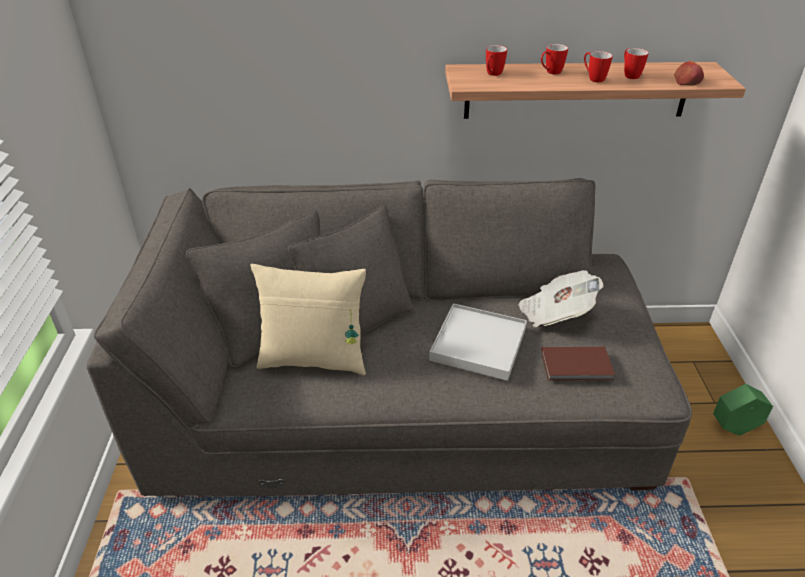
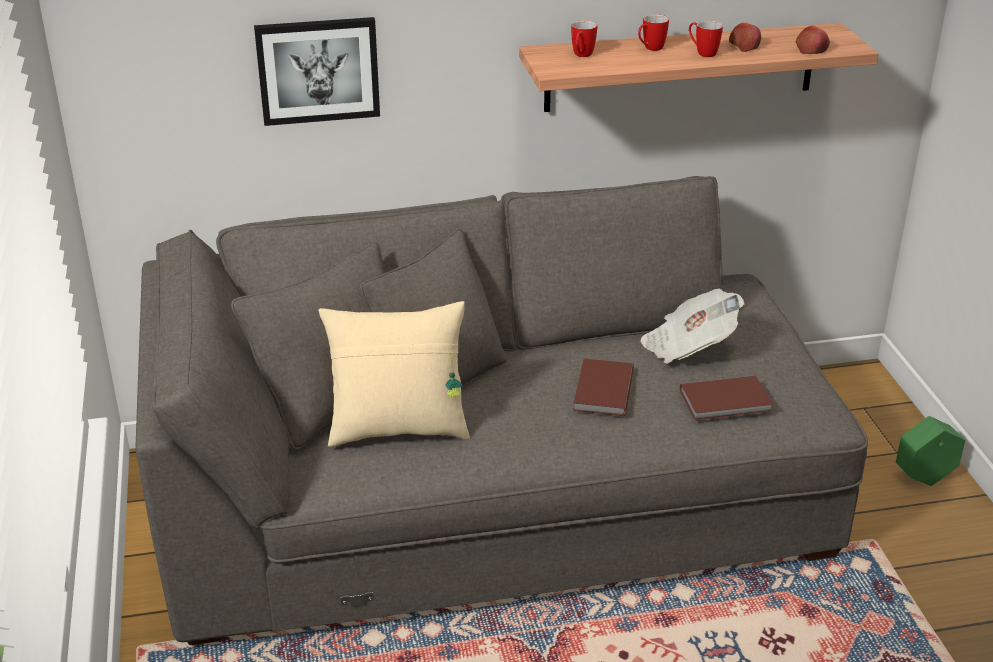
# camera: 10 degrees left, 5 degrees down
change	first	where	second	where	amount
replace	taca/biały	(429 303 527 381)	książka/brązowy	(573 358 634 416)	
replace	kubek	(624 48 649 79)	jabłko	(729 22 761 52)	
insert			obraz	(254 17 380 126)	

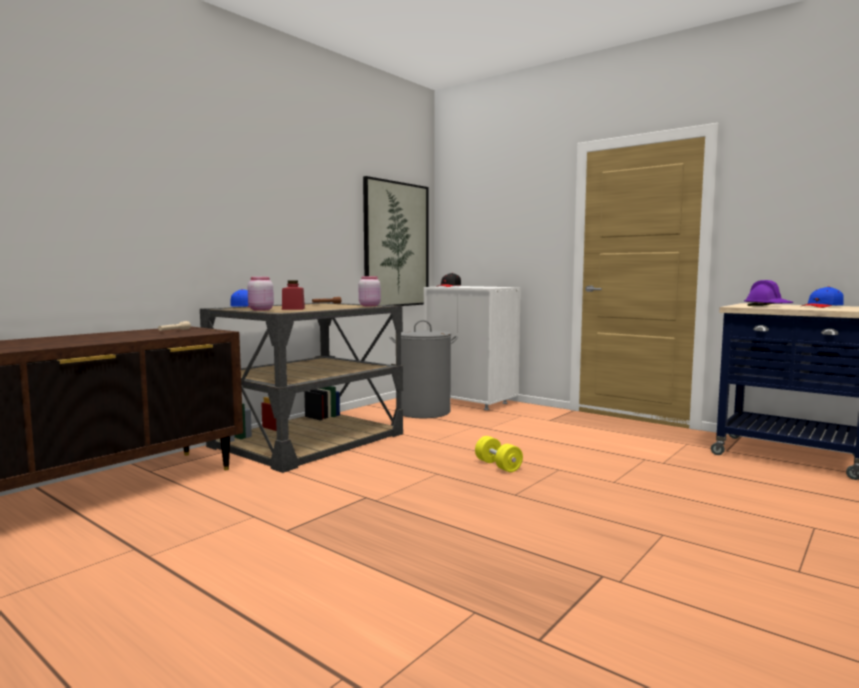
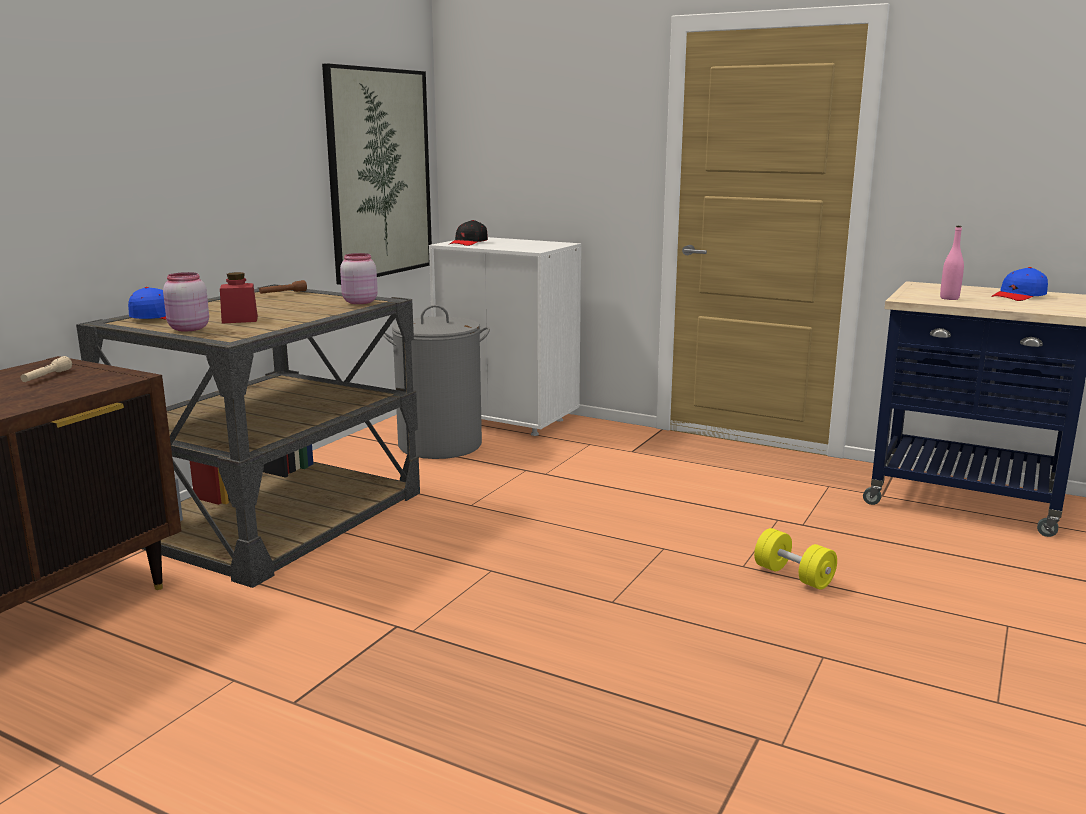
# camera: 10 degrees left, 10 degrees up
change	first	where	second	where	amount
move	hantel/żółty	(475 436 523 472)		(754 528 837 590)	
replace	kask/fioletowy	(744 280 793 306)	butelka/różowy	(940 226 964 300)	

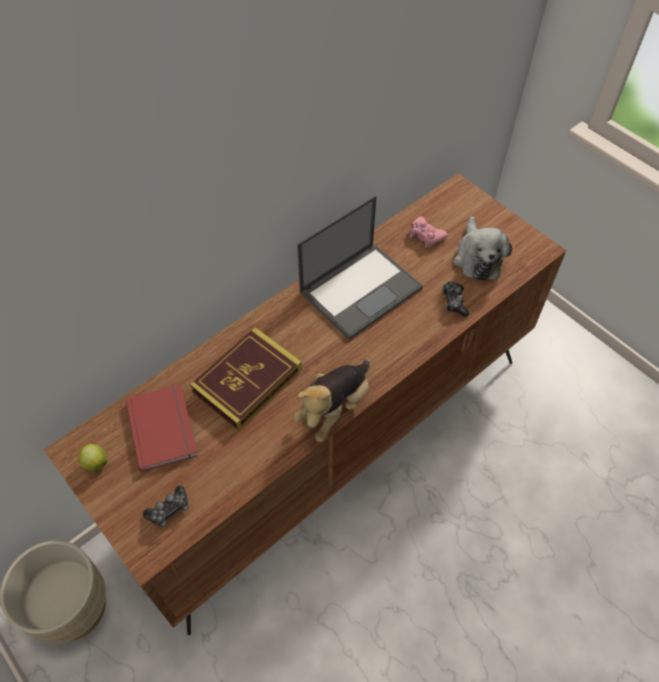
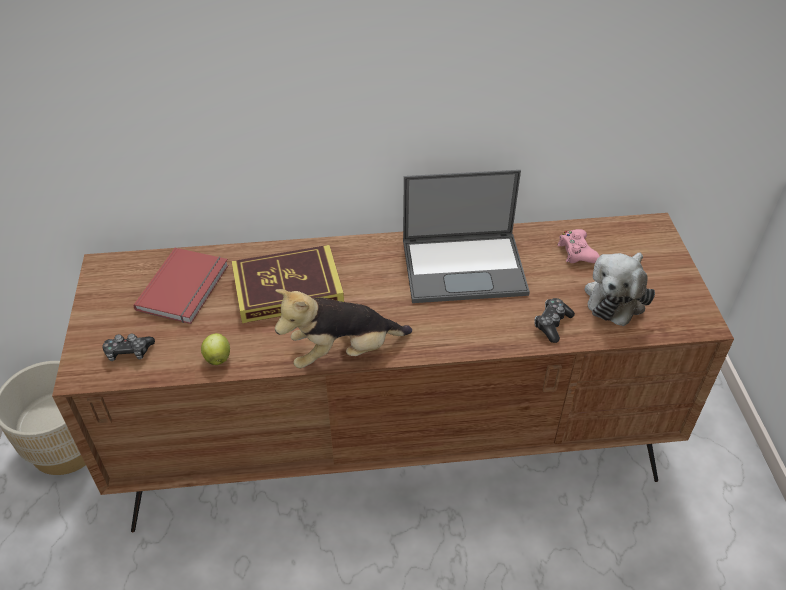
# camera: 35 degrees right, 10 degrees down
change	first	where	second	where	amount
move	jabłko	(79 444 107 472)		(201 333 230 365)	

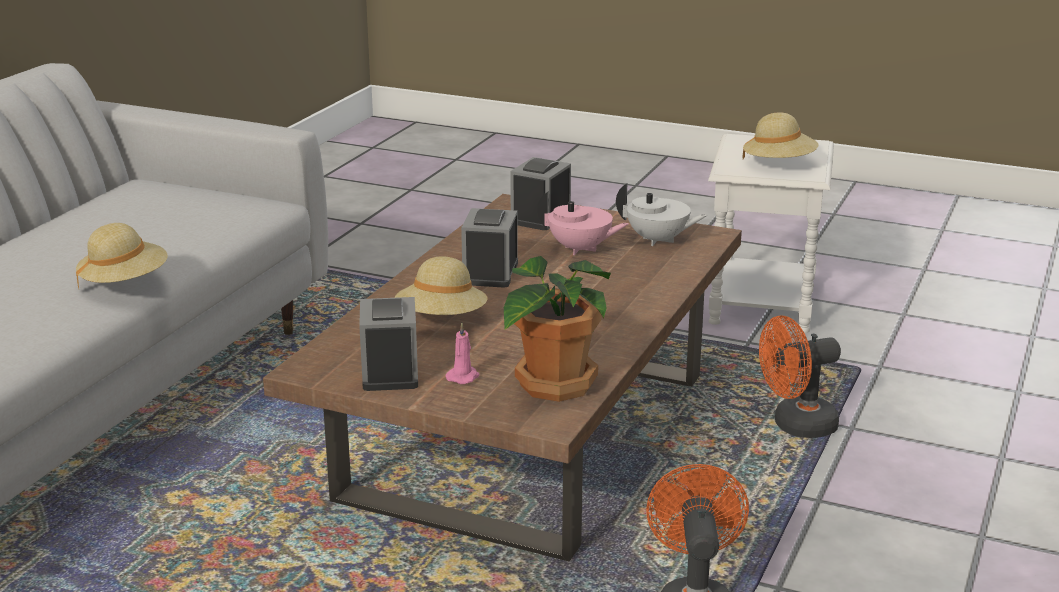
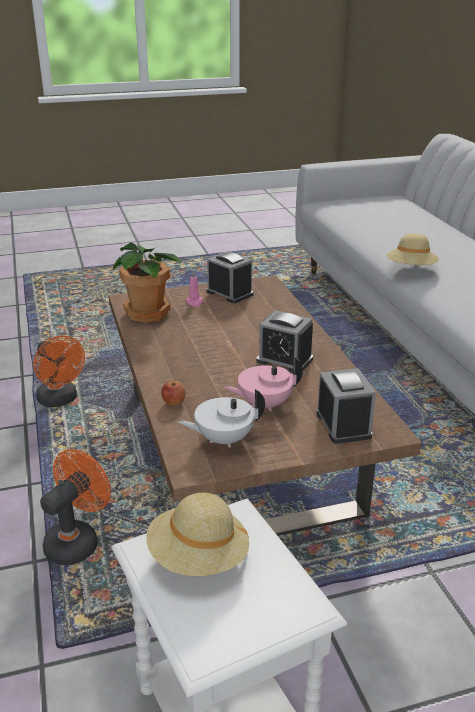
# camera: 140 degrees right, 5 degrees up
change	first	where	second	where	amount
delete	kapelusz/beżowy	(395 256 487 315)			
rotate	budzik	(461 208 518 288)		(256 310 313 372)	150 degrees clockwise
insert			jabłko	(161 381 185 406)	

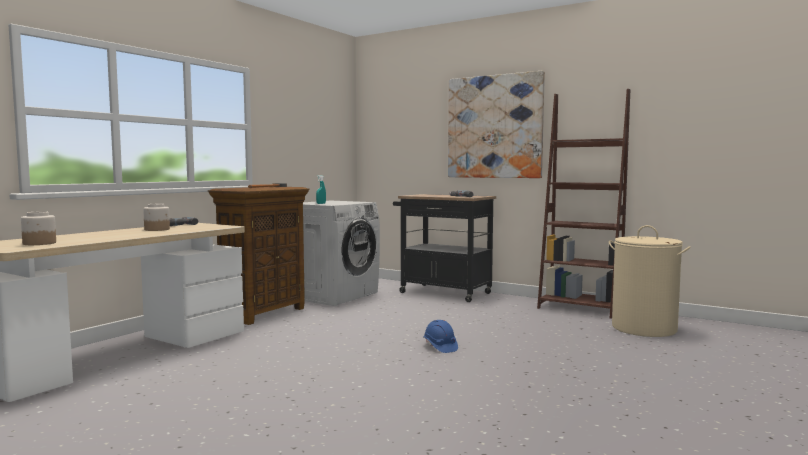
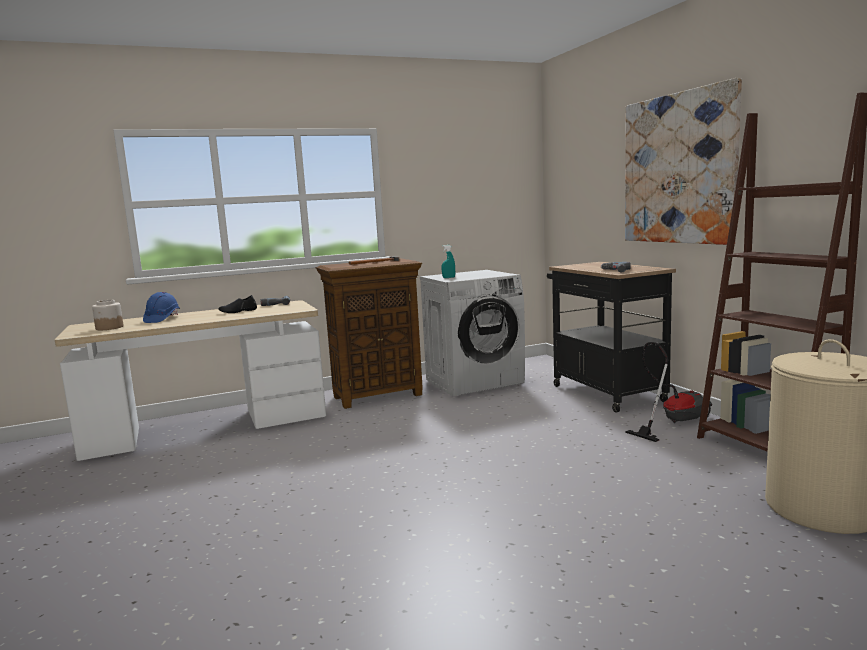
# camera: 35 degrees right, 5 degrees up
change	first	where	second	where	amount
replace	słoik	(143 204 170 231)	but/czarny	(218 295 257 313)	
move	kask/niebieski	(423 320 458 353)		(143 292 180 323)	
insert			odkurzacz	(625 342 712 442)	

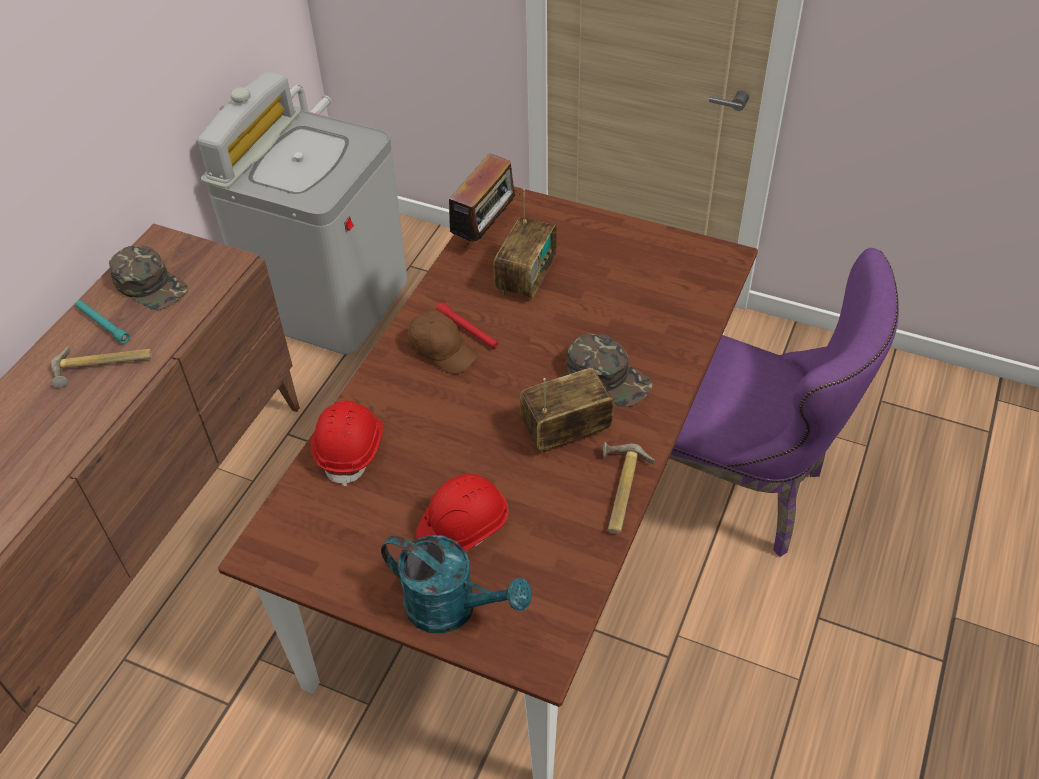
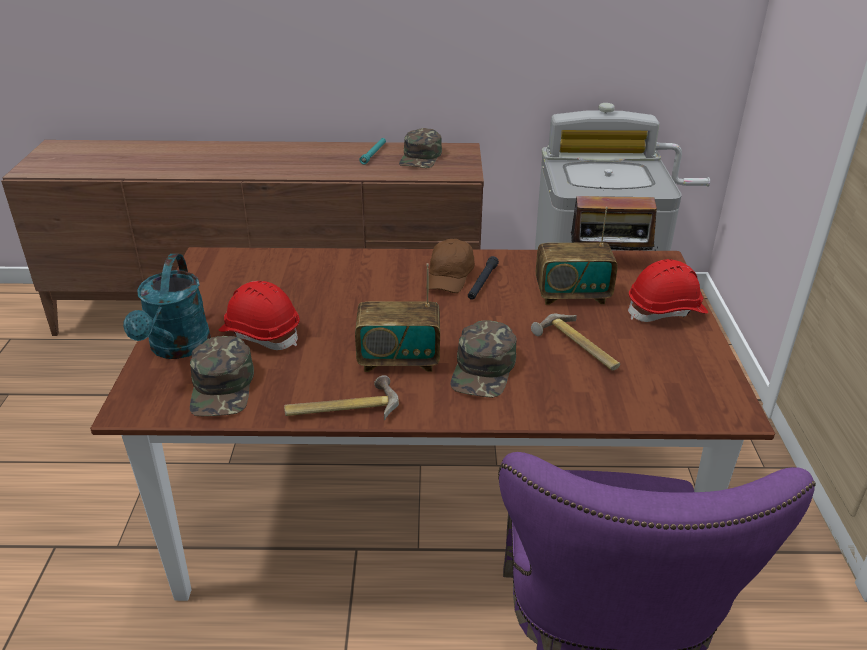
# camera: 65 degrees right, 15 degrees down
change	first	where	second	where	amount
move	młotek	(51 346 152 388)		(531 313 620 371)	
move	kask/czerwony	(311 401 383 486)		(628 259 708 322)	
recolor	latarka/czerwony	(436 302 498 349)	latarka/czarny	(468 256 499 300)	
rotate	radio	(520 368 614 453)		(355 264 440 372)	135 degrees clockwise
insert			czapka z daszkiem/zielony	(190 336 254 416)	

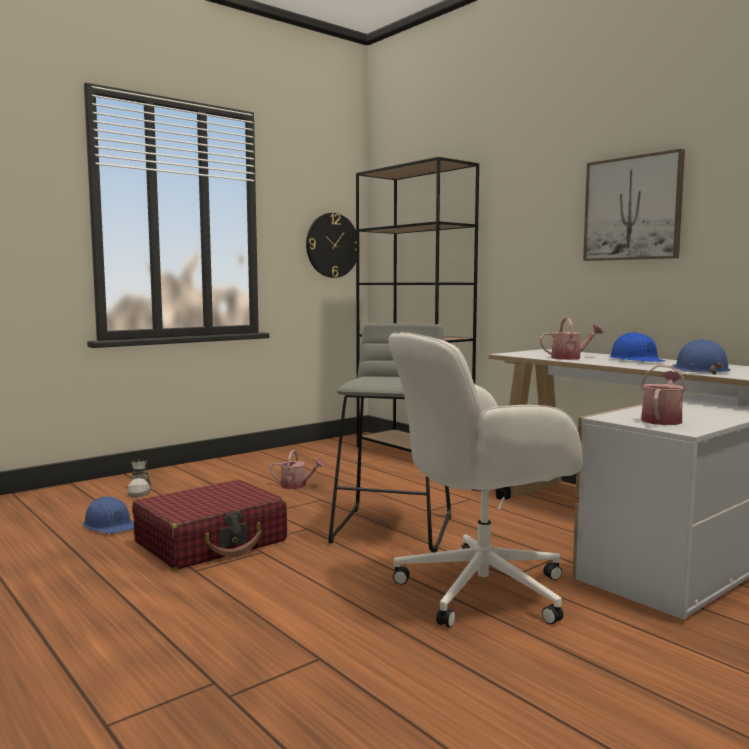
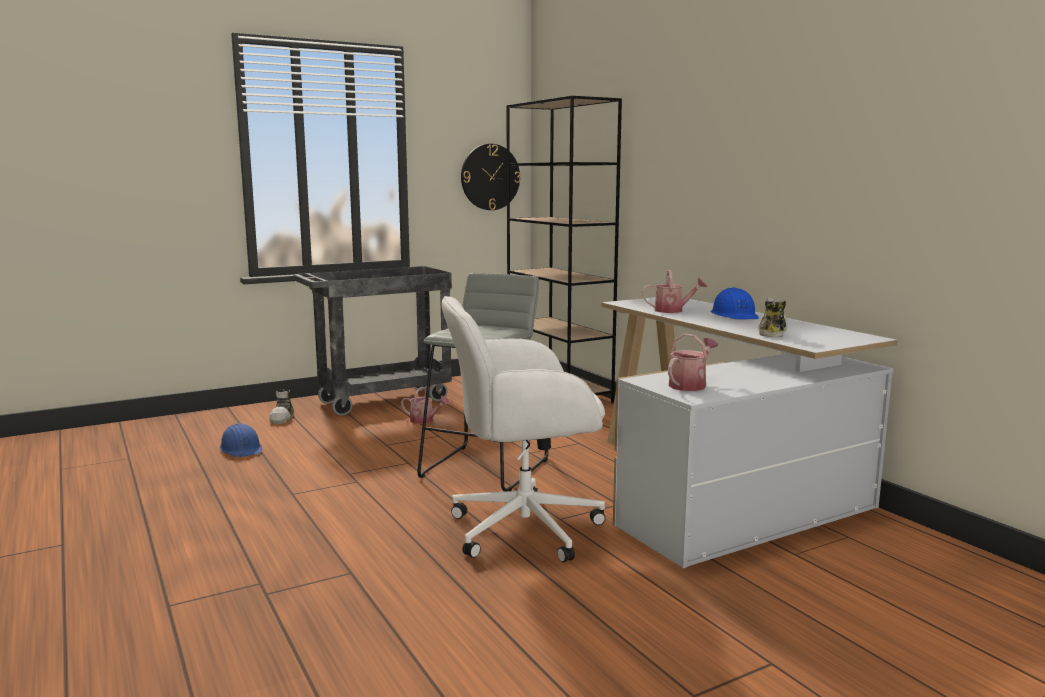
# camera: 10 degrees right, 5 degrees up
change	first	where	second	where	amount
delete	walizka/czerwony	(132 479 287 570)			
delete	obraz	(583 149 685 261)			
replace	kask/niebieski	(672 339 731 375)	but	(758 298 788 337)	
insert			wózek/szary	(294 266 452 416)	

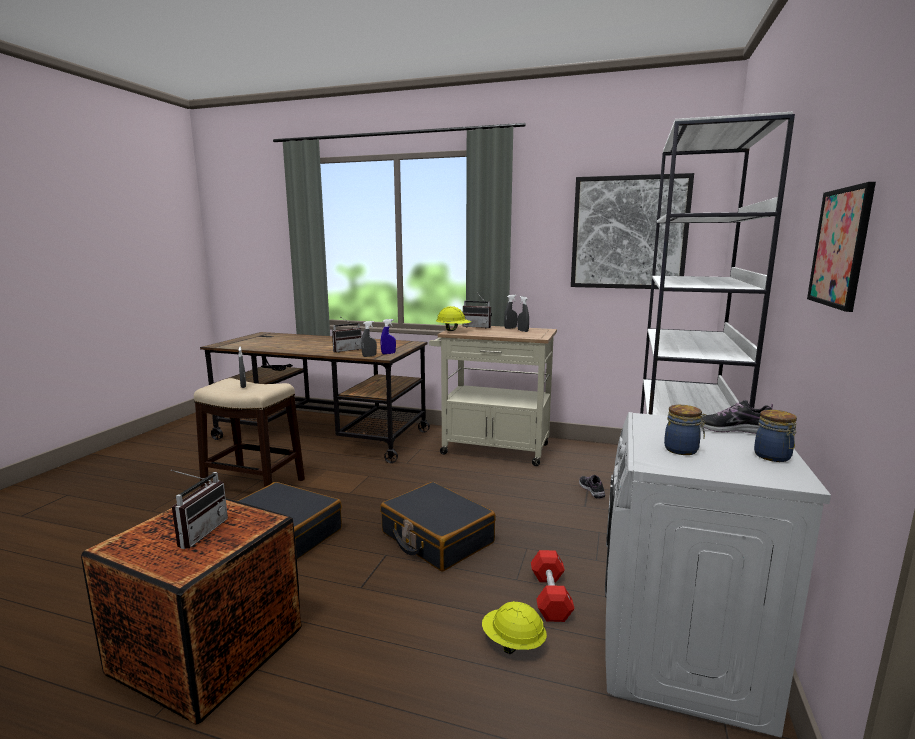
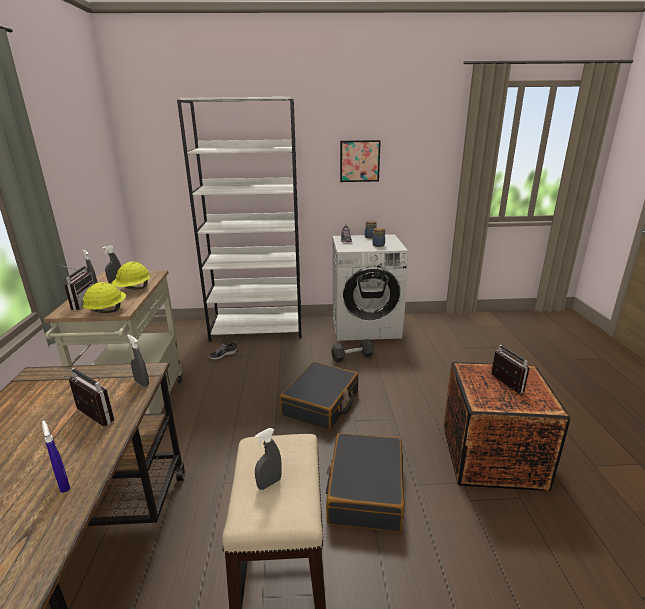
# camera: 110 degrees left, 10 degrees up
change	first	where	second	where	amount
rotate	radio	(171 470 228 549)		(491 345 530 393)	75 degrees clockwise
move	spryskiwacz/niebieski	(380 319 396 354)		(42 421 70 493)	
move	kask/żółty	(482 601 547 654)		(112 261 151 290)	
recolor	hantel/czerwony	(531 550 575 622)	hantel/czarny	(331 339 374 362)	
delete	obraz	(571 173 694 289)			

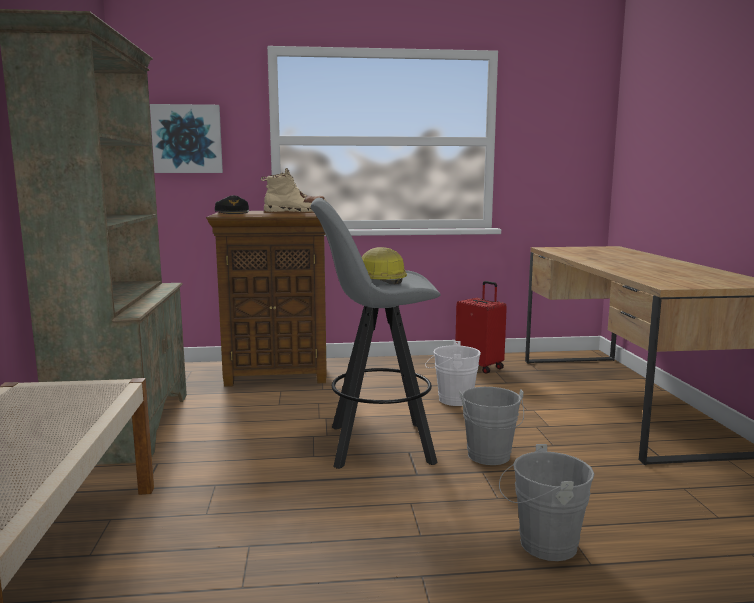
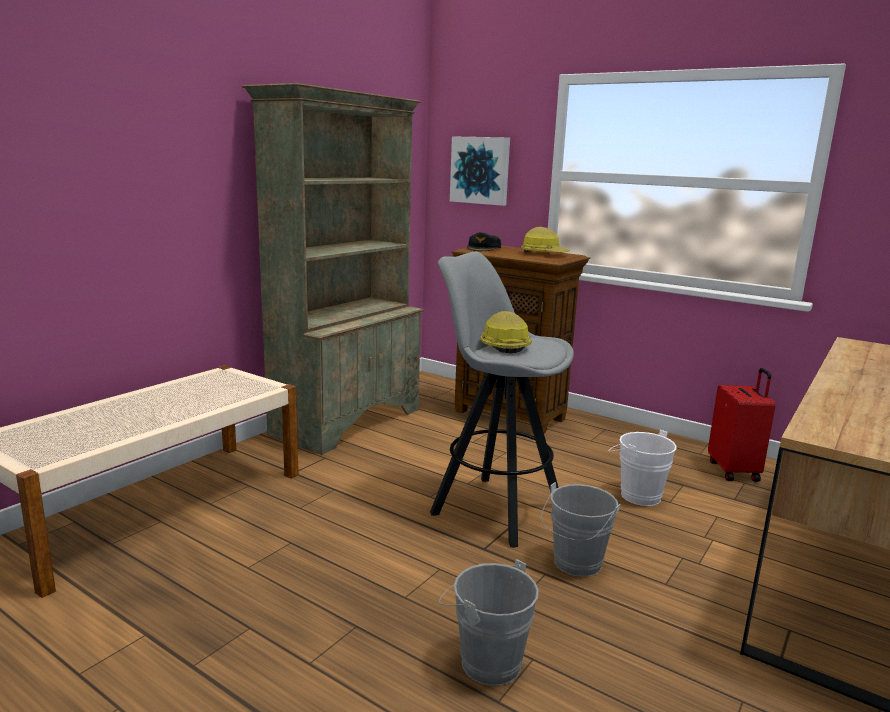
# camera: 40 degrees right, 5 degrees up
change	first	where	second	where	amount
replace	but z cholewką/beżowy	(261 168 326 213)	kask	(521 227 570 253)	

